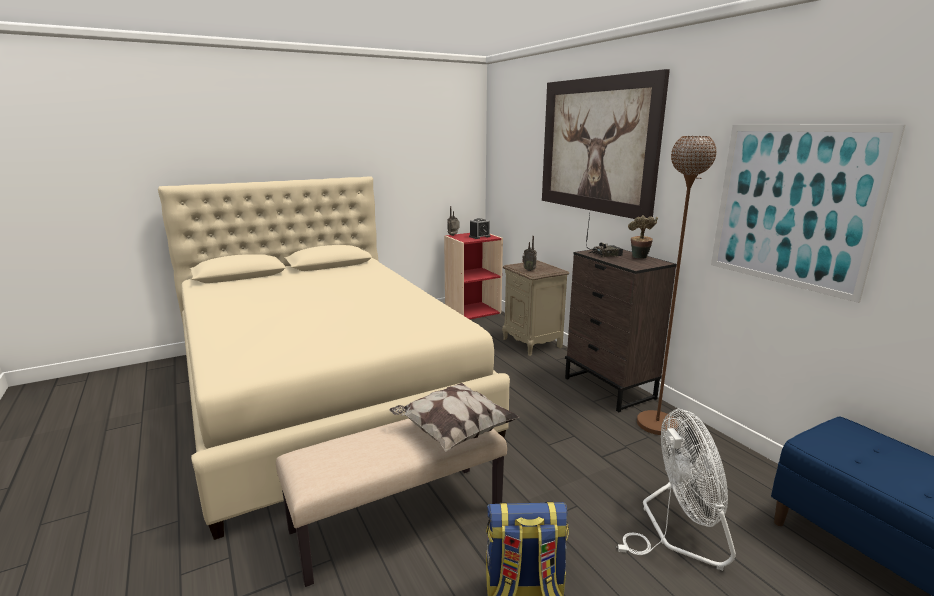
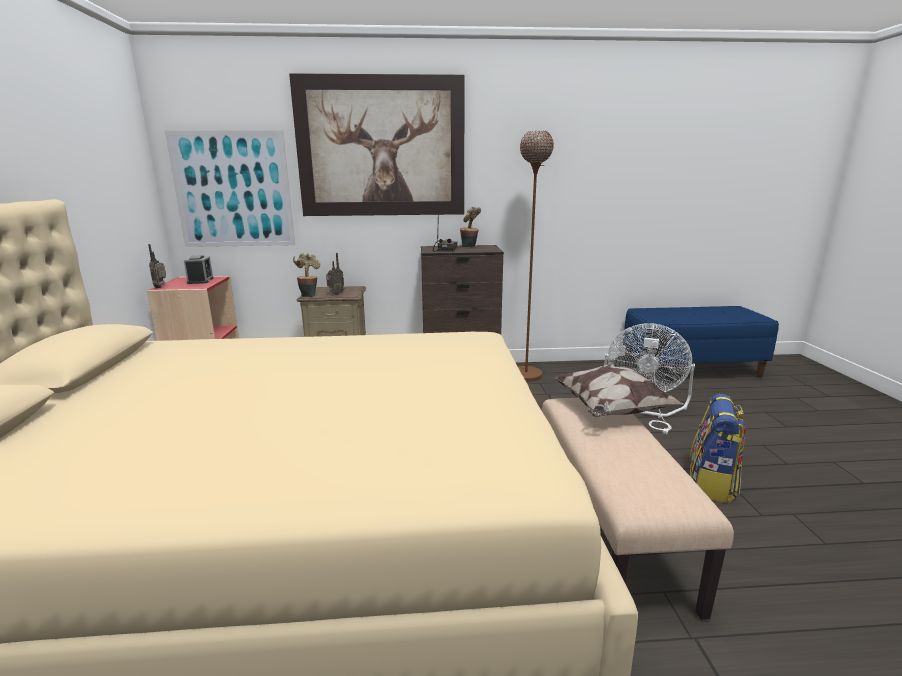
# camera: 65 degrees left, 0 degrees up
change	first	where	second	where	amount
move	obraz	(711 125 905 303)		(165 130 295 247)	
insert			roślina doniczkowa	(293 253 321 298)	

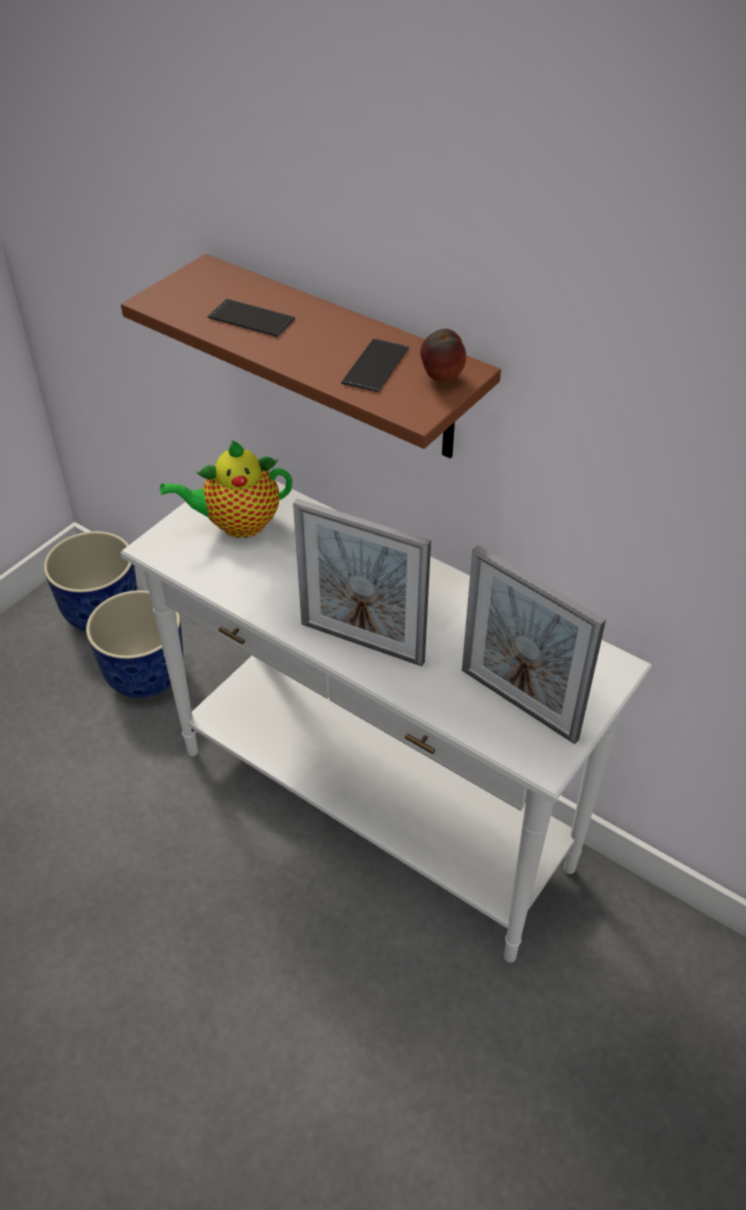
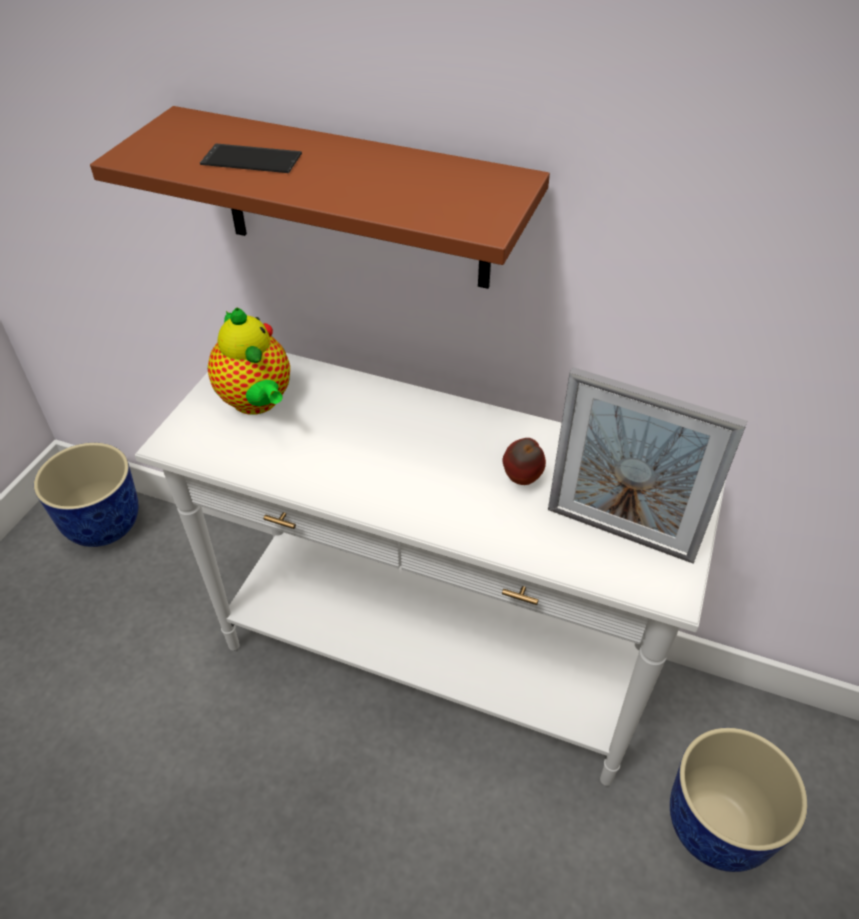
# camera: 15 degrees left, 0 degrees up
change	first	where	second	where	amount
move	donica	(86 590 183 698)		(670 728 808 872)	
rotate	imbryk	(160 440 292 538)		(208 308 290 415)	90 degrees counterclockwise
delete	ramka na zdjęcie	(293 499 431 666)			
delete	telefon	(341 338 409 392)			
move	jabłko	(420 329 466 382)		(503 438 546 485)	

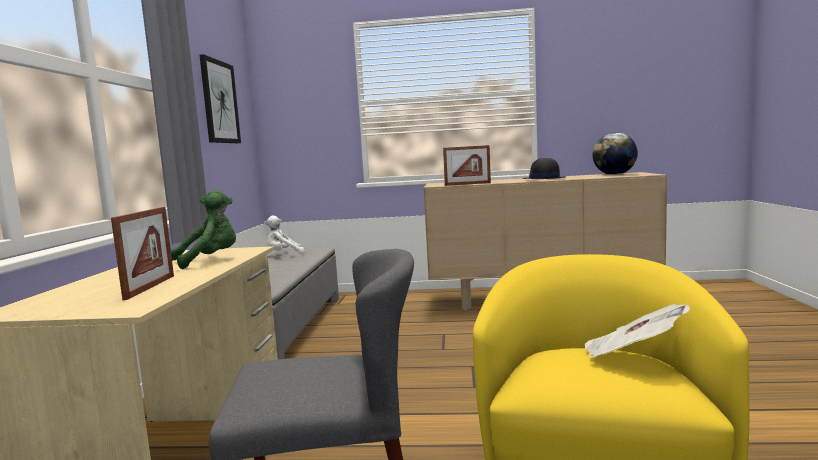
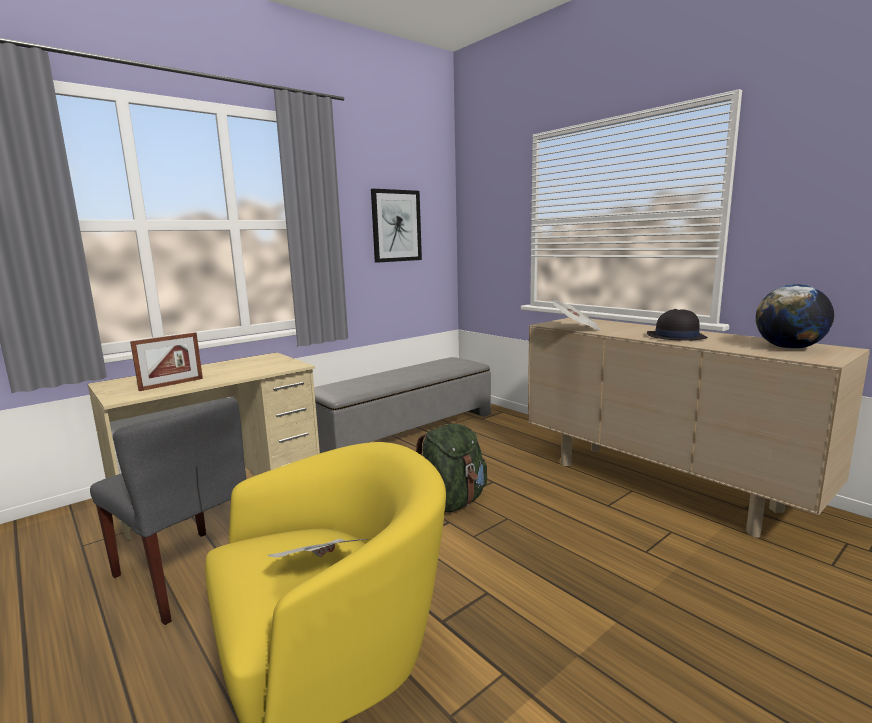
# camera: 45 degrees right, 5 degrees up
change	first	where	second	where	amount
delete	pluszak/zielony	(171 190 236 269)			
delete	pluszak/biały	(264 216 305 254)			
replace	ramka na zdjęcie	(443 145 491 186)	gazeta	(549 298 601 331)	
insert			plecak/zielony	(416 423 487 512)	

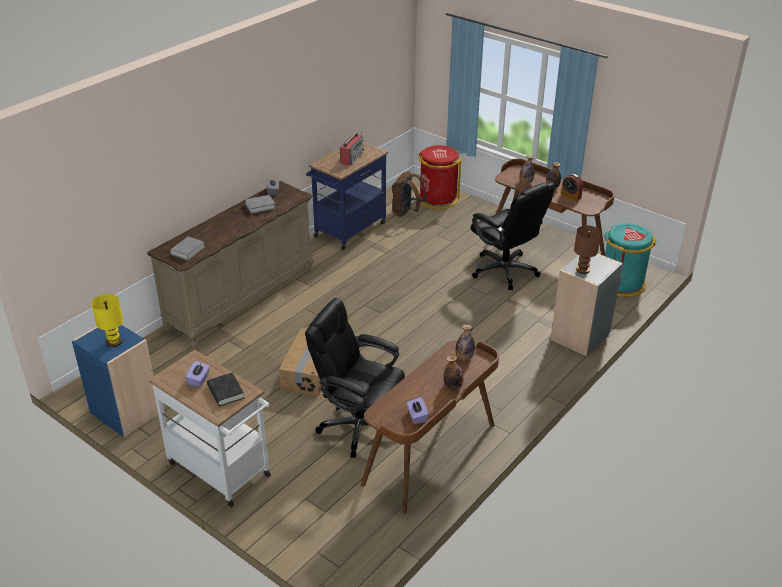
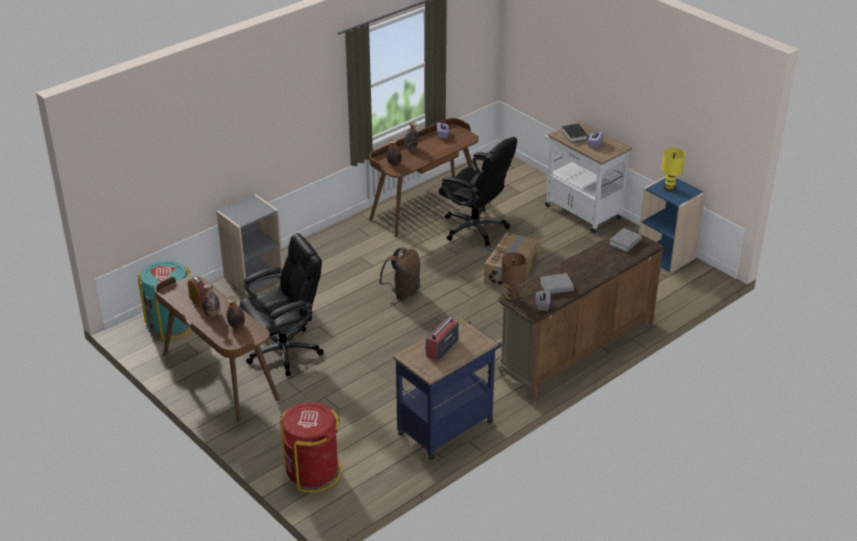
# camera: 170 degrees left, 0 degrees up
change	first	where	second	where	amount
move	plecak/brązowy	(392 171 427 217)		(379 247 420 301)	
rotate	krzesło biurowe/czarny	(471 183 555 290)		(240 233 324 376)	90 degrees clockwise
move	lampa stołowa/brązowy	(574 225 601 274)		(501 252 526 302)	

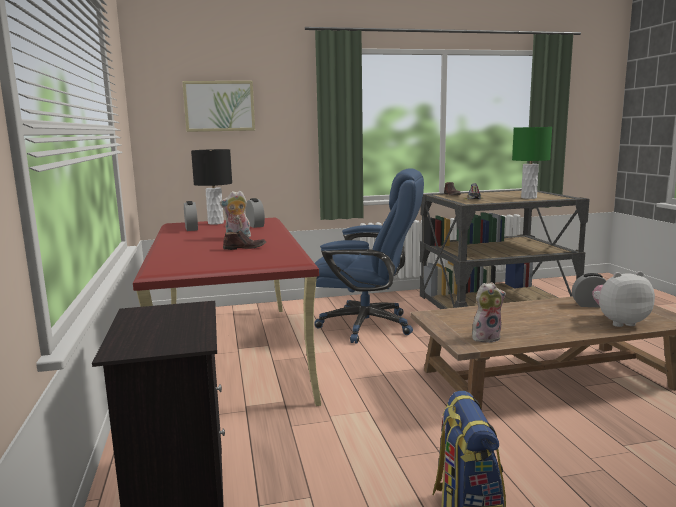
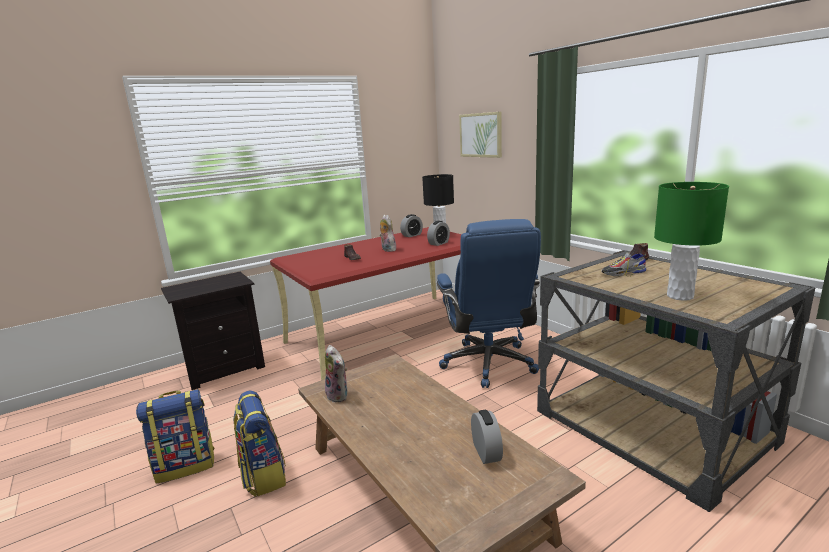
# camera: 70 degrees right, 5 degrees up
change	first	where	second	where	amount
delete	pluszak	(592 271 655 327)			
insert			plecak	(233 391 286 497)	

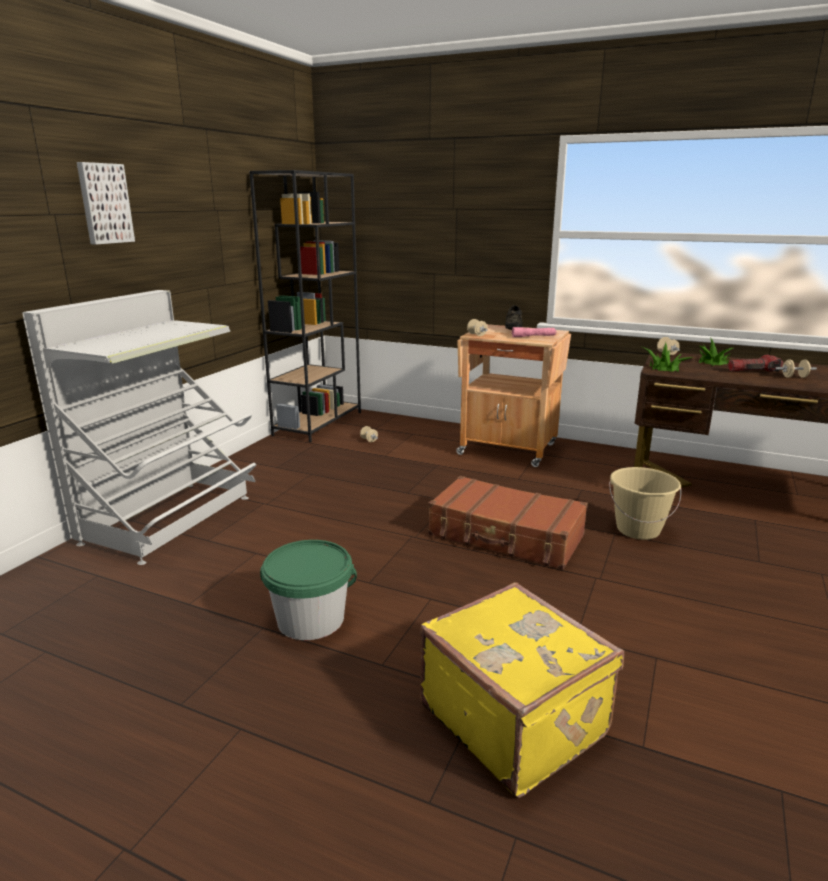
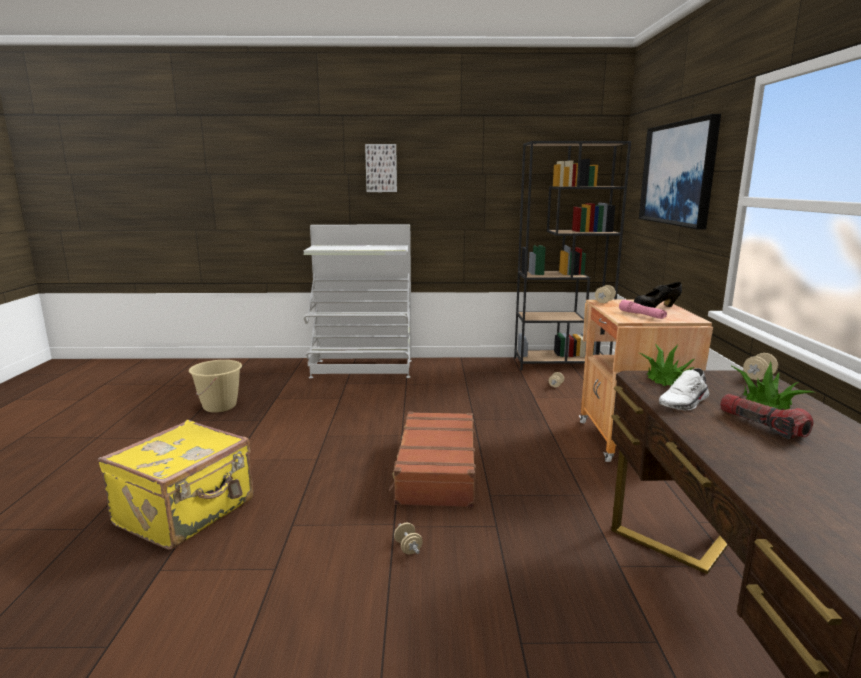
# camera: 65 degrees right, 5 degrees down
change	first	where	second	where	amount
delete	wiadro/zielony	(260 540 357 640)			
move	wiadro/beżowy	(609 467 681 540)		(189 360 242 413)	
move	hantel/beżowy	(775 359 817 378)		(394 523 423 554)	
insert			obraz	(639 114 721 229)	
insert			but/biały	(659 368 709 410)	

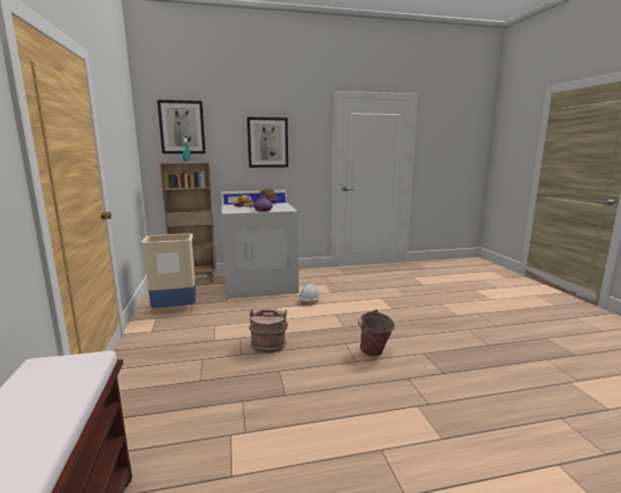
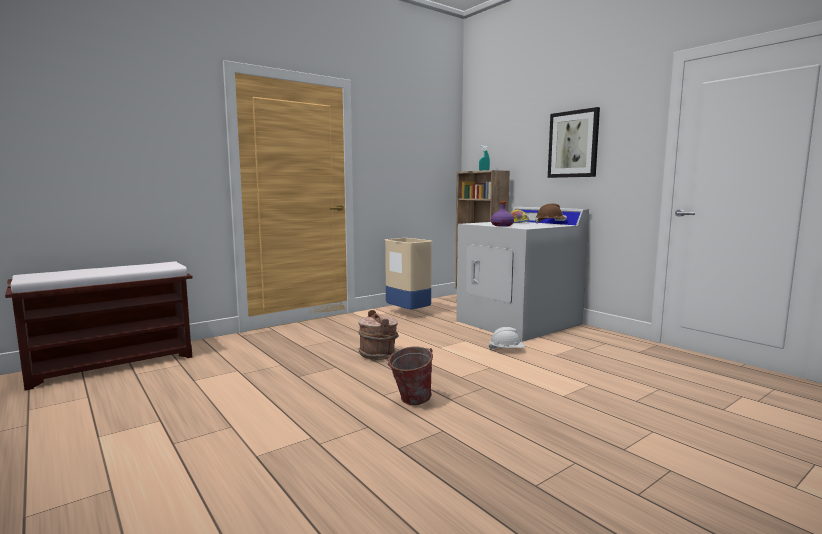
# camera: 65 degrees right, 5 degrees down
change	first	where	second	where	amount
delete	obraz	(157 100 206 154)			

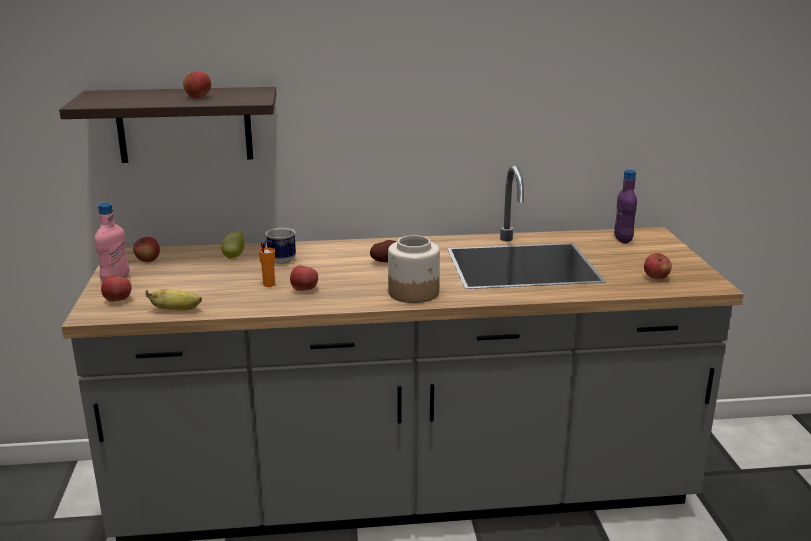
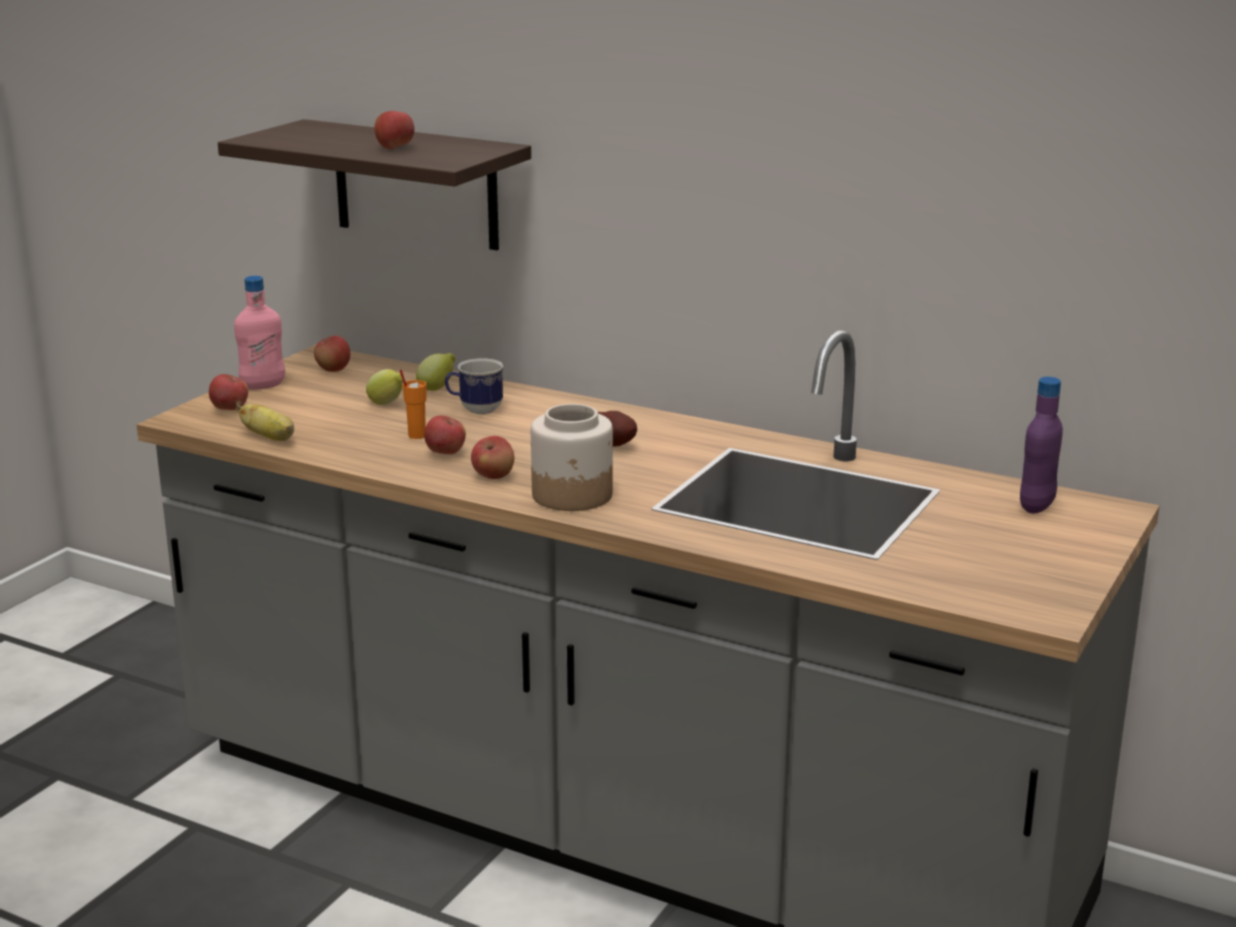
# camera: 35 degrees right, 0 degrees up
change	first	where	second	where	amount
move	jabłko	(644 253 672 280)		(471 436 514 479)	
insert			cytryna	(366 369 403 405)	

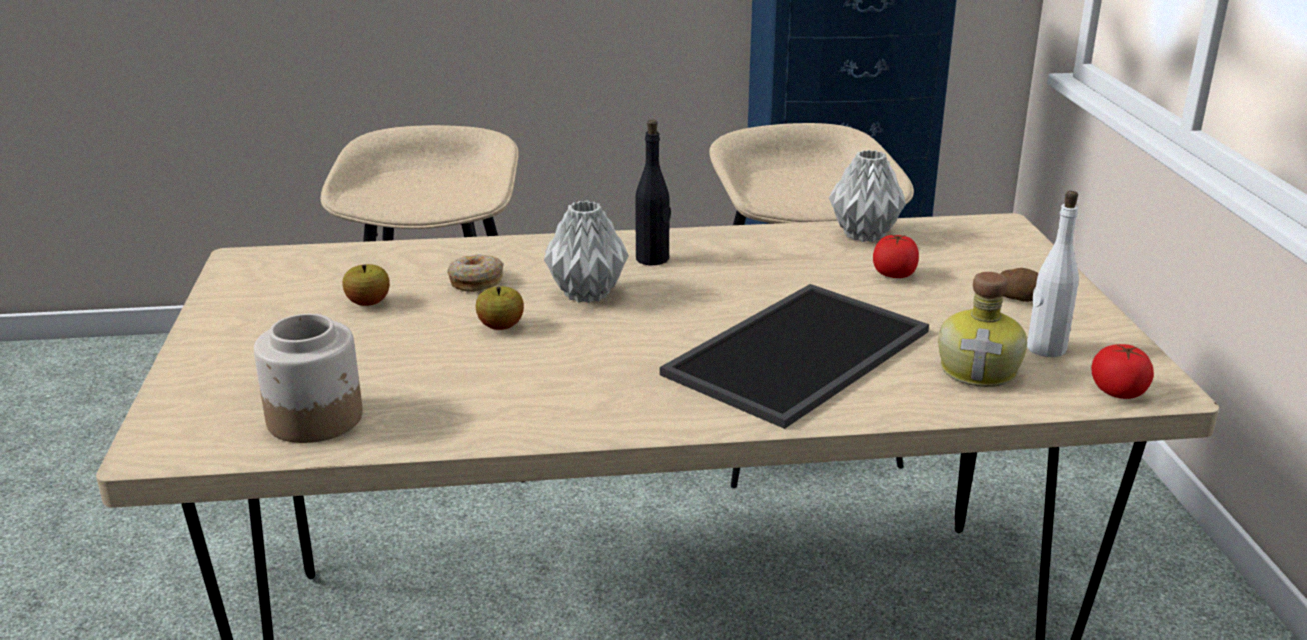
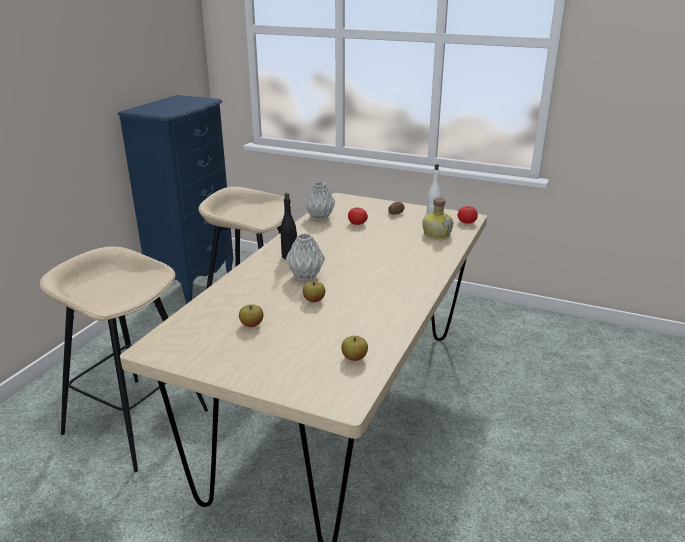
# camera: 60 degrees left, 0 degrees up
change	first	where	second	where	amount
replace	słoik	(254 314 363 443)	jabłko	(341 336 368 361)	
delete	donut	(447 254 504 292)			
delete	taca	(660 284 929 429)			

